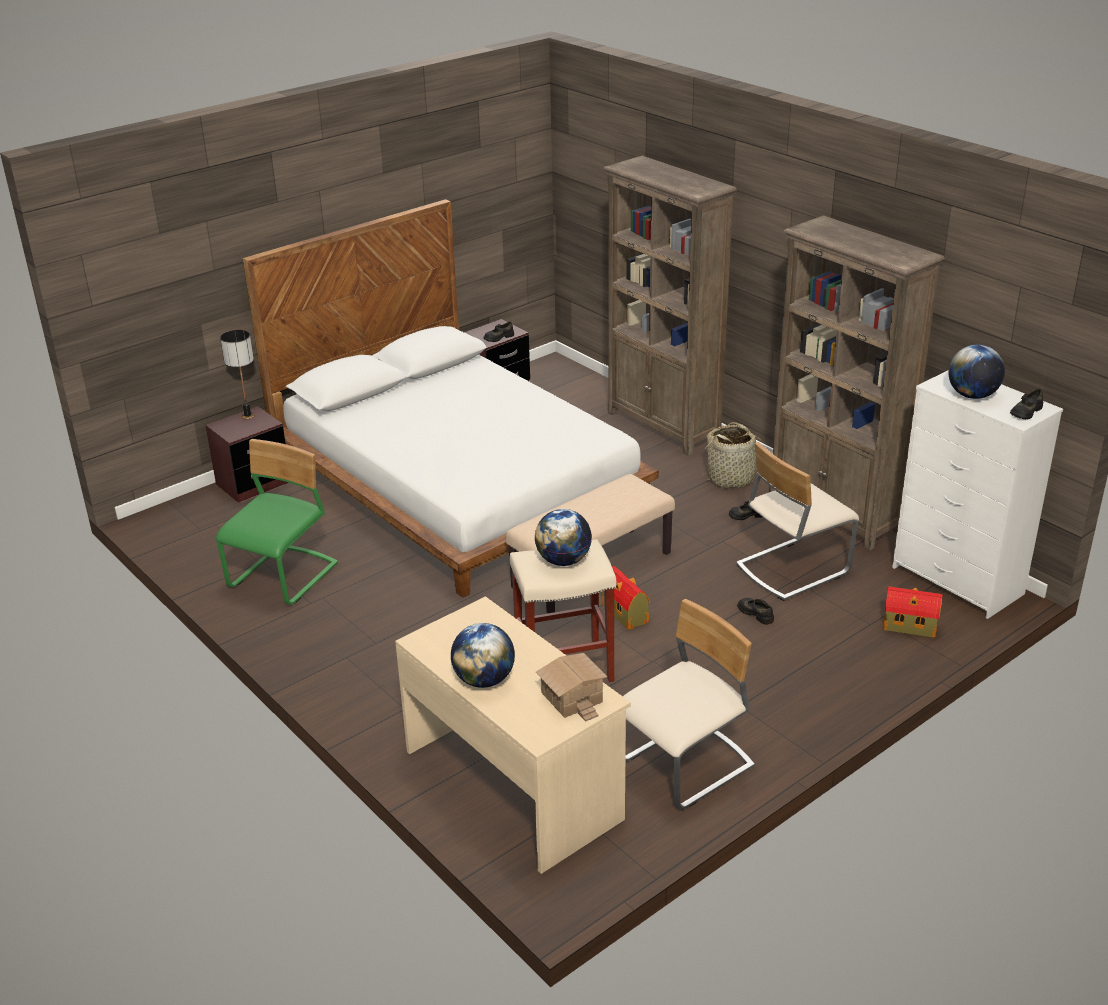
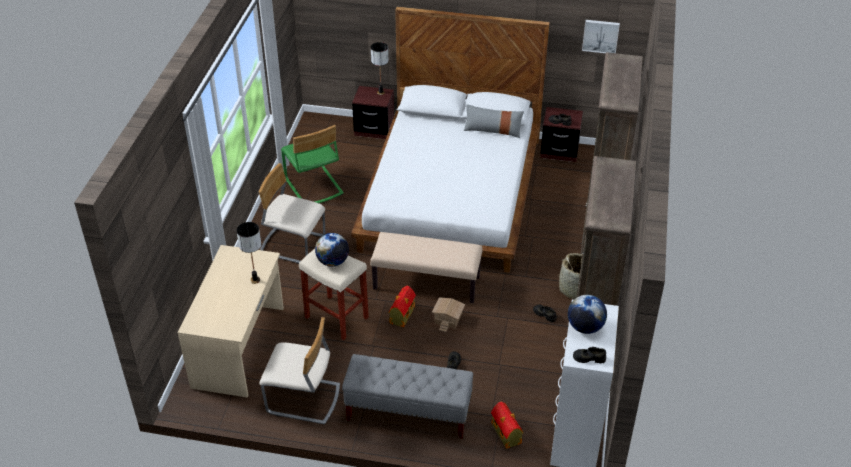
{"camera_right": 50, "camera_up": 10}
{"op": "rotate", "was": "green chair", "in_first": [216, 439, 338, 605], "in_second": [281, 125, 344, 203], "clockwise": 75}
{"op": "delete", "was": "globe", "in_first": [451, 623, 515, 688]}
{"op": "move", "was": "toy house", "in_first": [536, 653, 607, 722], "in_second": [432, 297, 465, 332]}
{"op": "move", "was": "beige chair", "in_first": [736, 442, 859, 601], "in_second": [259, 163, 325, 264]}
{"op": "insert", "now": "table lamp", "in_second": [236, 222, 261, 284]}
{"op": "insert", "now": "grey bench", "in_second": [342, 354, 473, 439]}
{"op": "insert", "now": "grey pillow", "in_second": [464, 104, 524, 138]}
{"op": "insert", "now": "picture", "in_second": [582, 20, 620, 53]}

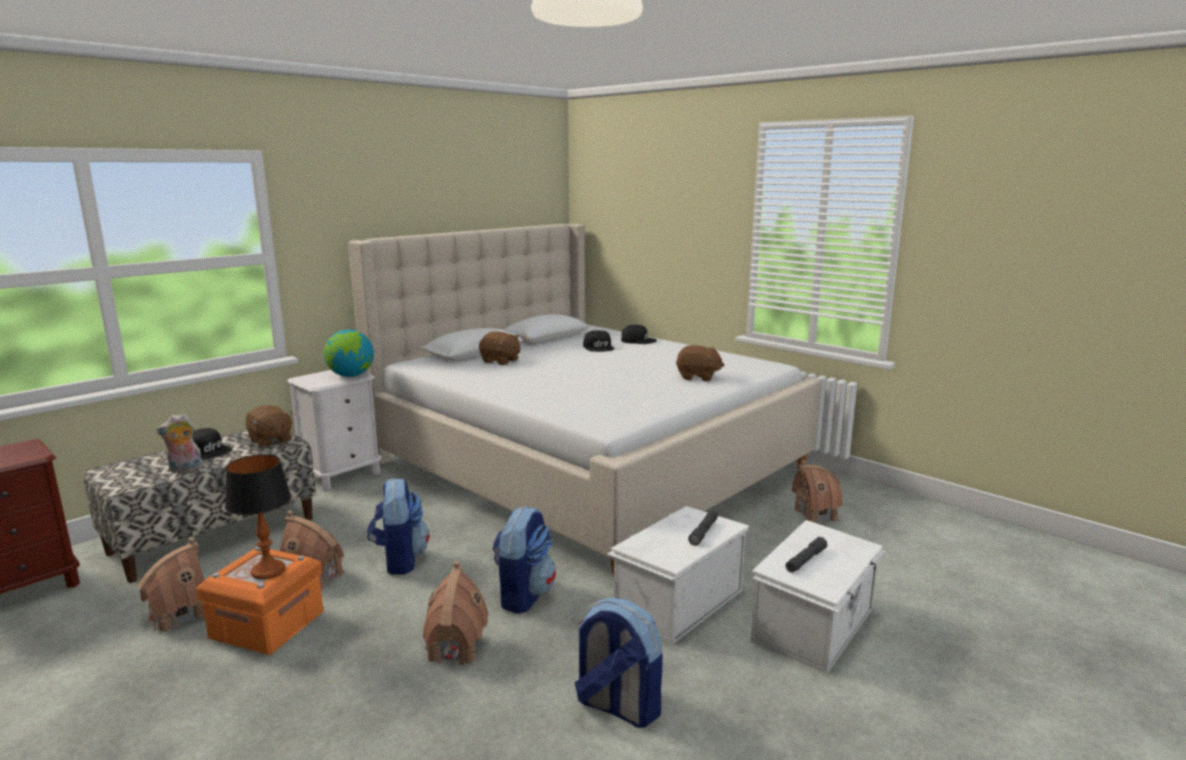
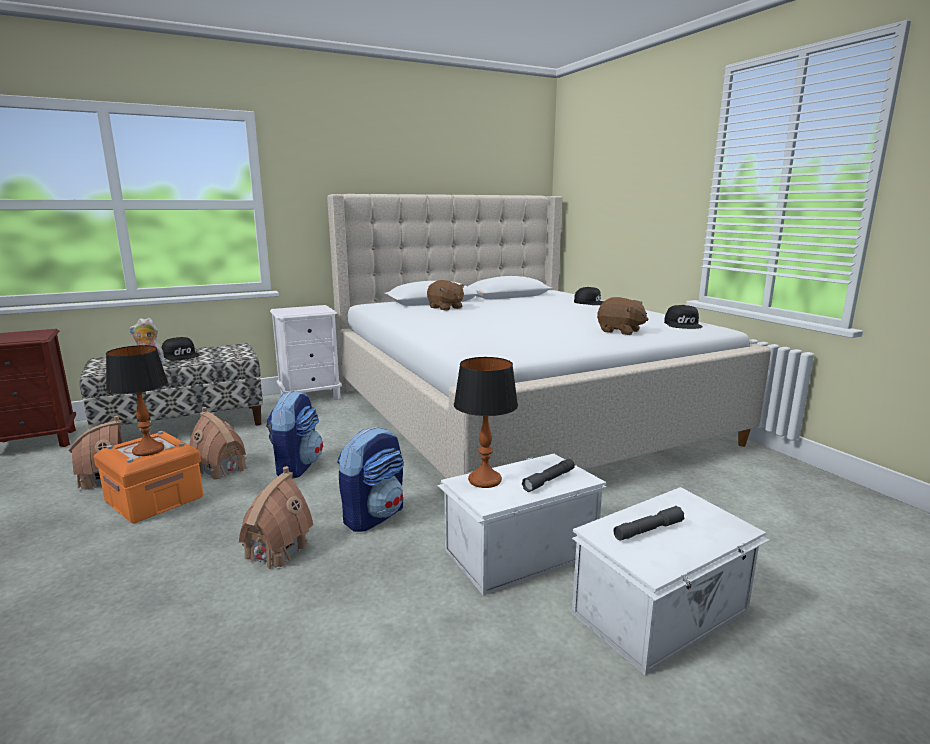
{"camera_right": 20, "camera_up": 0}
{"op": "delete", "was": "brown plush toy", "in_first": [245, 405, 293, 448]}
{"op": "delete", "was": "globe", "in_first": [324, 330, 374, 377]}
{"op": "delete", "was": "backpack", "in_first": [575, 598, 663, 728]}
{"op": "move", "was": "black cap", "in_first": [583, 330, 615, 352], "in_second": [664, 305, 703, 329]}
{"op": "delete", "was": "toy house", "in_first": [792, 460, 843, 523]}
{"op": "insert", "now": "table lamp", "in_second": [454, 357, 518, 488]}

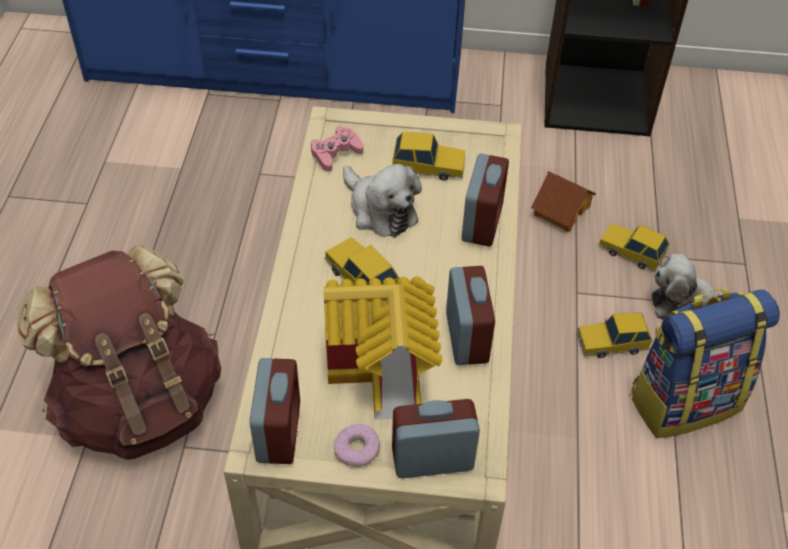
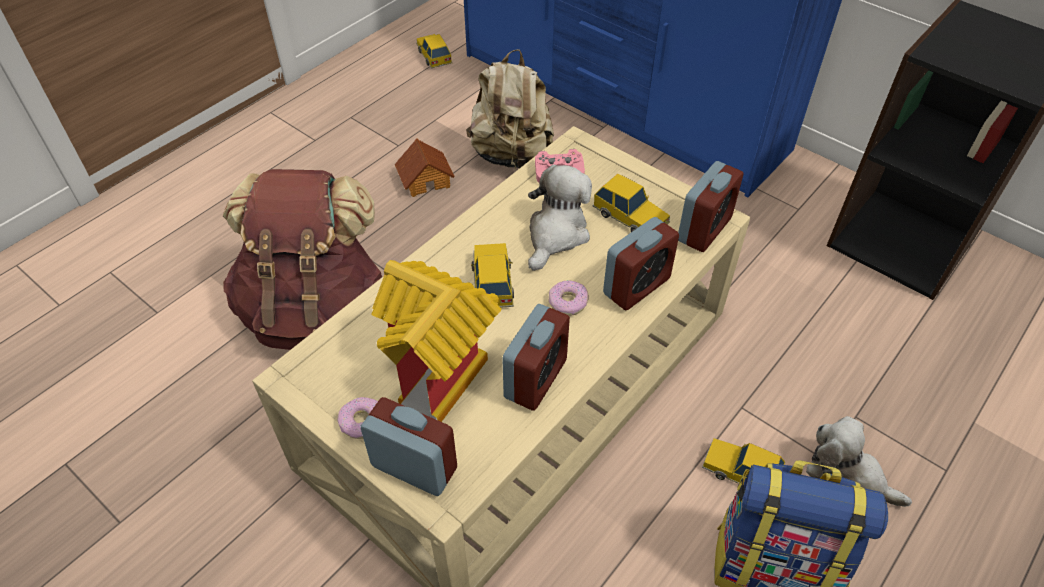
{"camera_right": 35, "camera_up": 0}
{"op": "move", "was": "alarm clock", "in_first": [250, 358, 300, 464], "in_second": [678, 161, 743, 252]}
{"op": "rotate", "was": "plush toy", "in_first": [343, 164, 422, 237], "in_second": [528, 165, 592, 271], "clockwise": -150}
{"op": "move", "was": "toy house", "in_first": [531, 171, 596, 232], "in_second": [395, 138, 455, 197]}
{"op": "move", "was": "toy car", "in_first": [598, 223, 670, 271], "in_second": [416, 34, 452, 68]}
{"op": "insert", "now": "beige backpack", "in_second": [466, 49, 554, 171]}
{"op": "insert", "now": "donut", "in_second": [548, 280, 589, 316]}

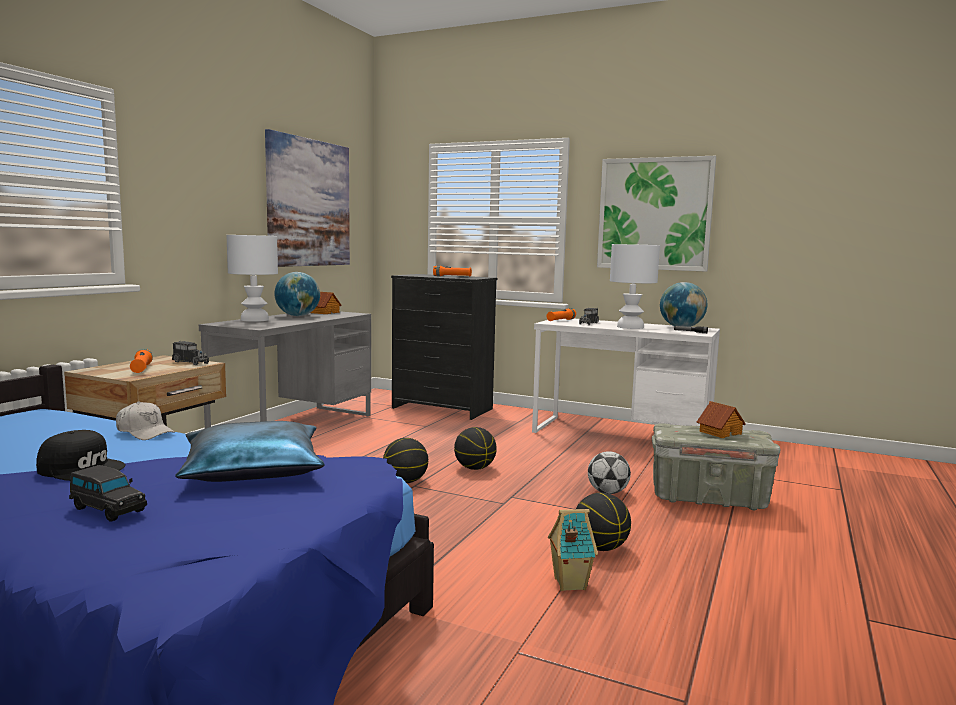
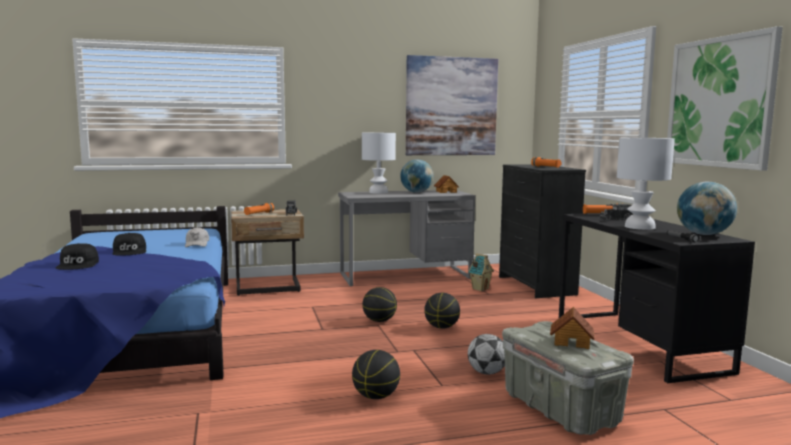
{"camera_right": 50, "camera_up": 0}
{"op": "replace", "was": "black toy car", "now": "black cap", "in_first": [69, 465, 147, 522], "in_second": [56, 243, 99, 270]}
{"op": "delete", "was": "blue pillow", "in_first": [175, 421, 324, 482]}
{"op": "recolor", "was": "white desk", "now": "black desk", "in_first": [532, 319, 720, 433], "in_second": [559, 213, 755, 383]}
{"op": "move", "was": "toy house", "in_first": [548, 509, 598, 591], "in_second": [468, 253, 494, 291]}

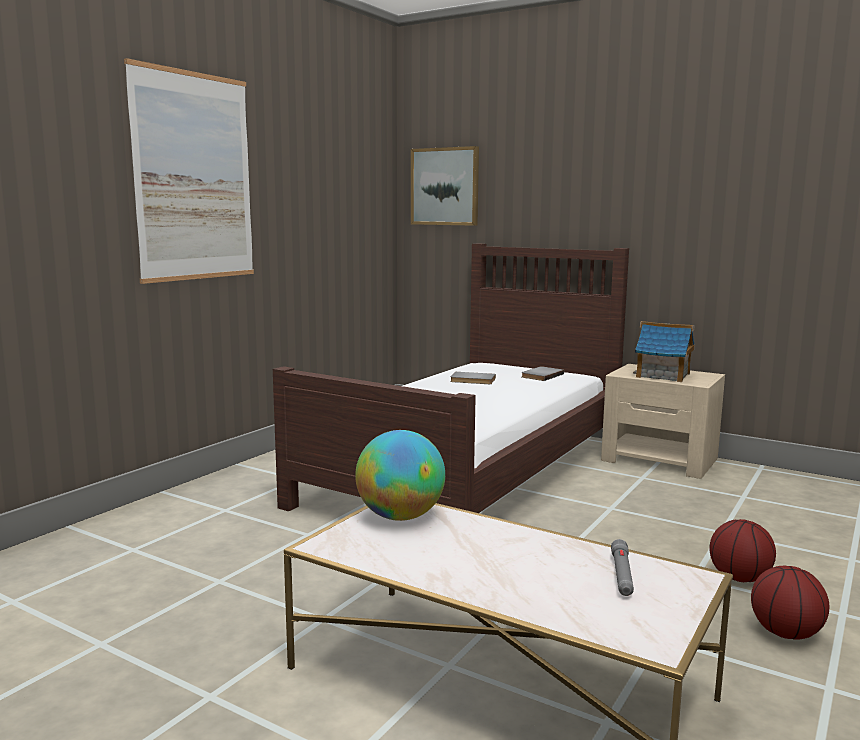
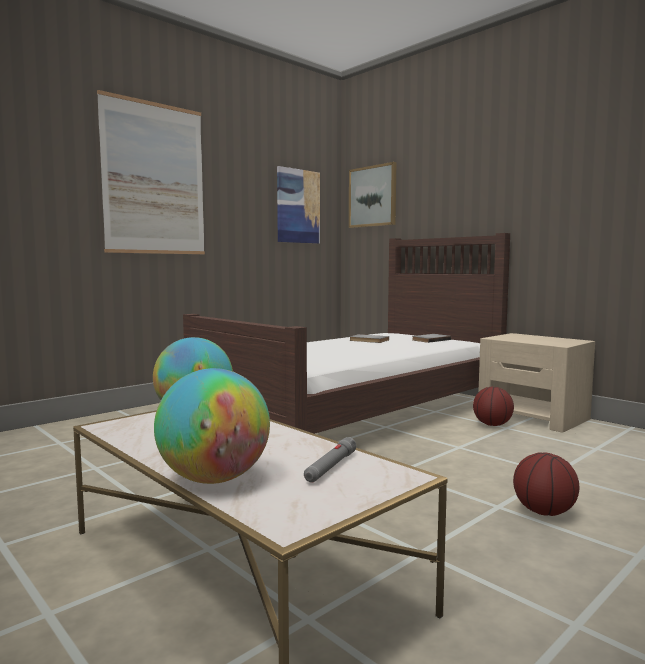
{"camera_right": 15, "camera_up": -5}
{"op": "delete", "was": "toy house", "in_first": [633, 321, 695, 382]}
{"op": "move", "was": "basketball", "in_first": [751, 566, 829, 640], "in_second": [473, 387, 514, 426]}
{"op": "insert", "now": "globe", "in_second": [154, 368, 270, 484]}
{"op": "insert", "now": "picture", "in_second": [277, 166, 320, 244]}

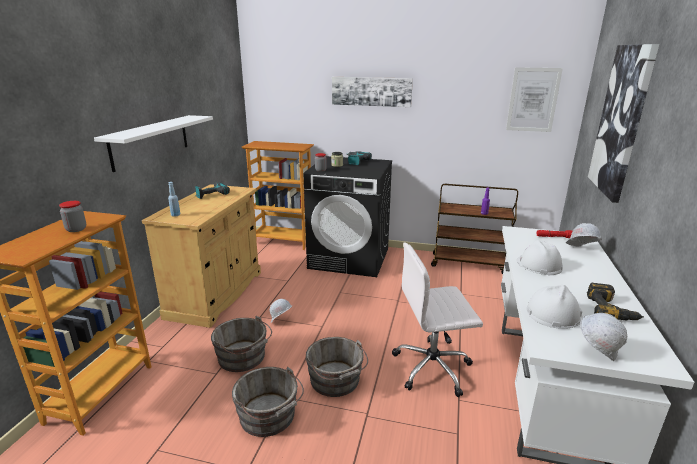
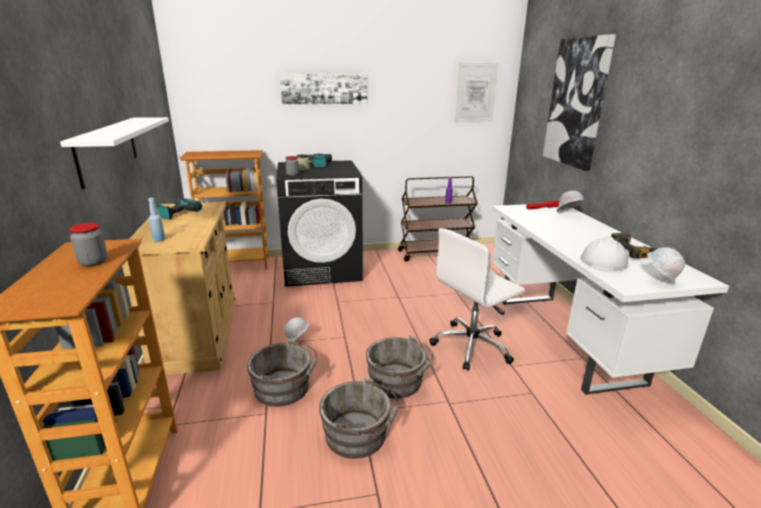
{"camera_right": -25, "camera_up": 0}
{"op": "delete", "was": "white hard hat", "in_first": [516, 240, 563, 275]}

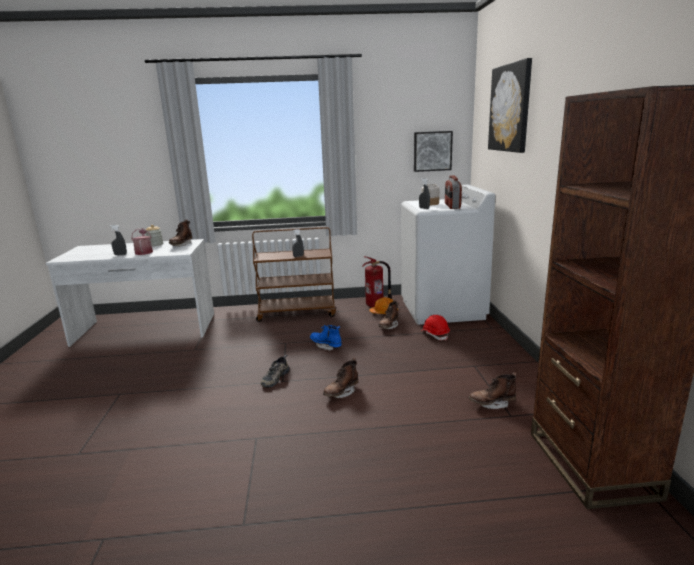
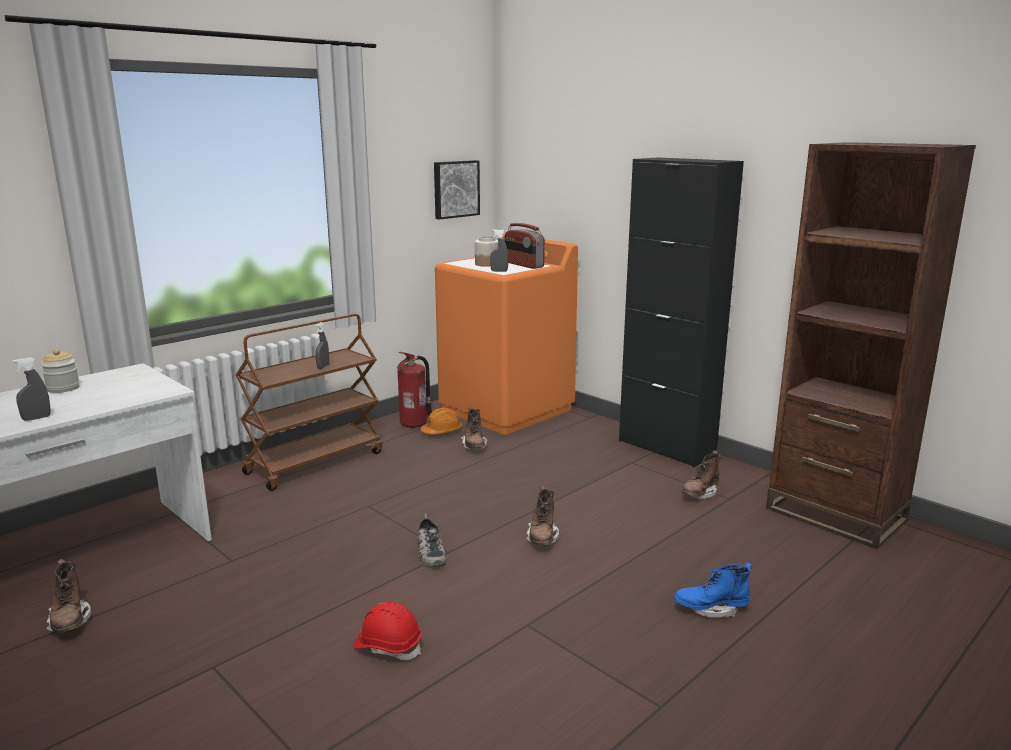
{"camera_right": -40, "camera_up": 0}
{"op": "delete", "was": "watering can", "in_first": [131, 228, 153, 255]}
{"op": "move", "was": "brown boot", "in_first": [169, 220, 192, 246], "in_second": [46, 559, 91, 633]}
{"op": "move", "was": "blue boot", "in_first": [310, 325, 342, 351], "in_second": [674, 562, 752, 617]}
{"op": "recolor", "was": "white washing machine", "now": "orange washing machine", "in_first": [401, 185, 495, 325], "in_second": [435, 234, 578, 435]}
{"op": "move", "was": "red hard hat", "in_first": [421, 315, 450, 340], "in_second": [352, 602, 422, 660]}
{"op": "delete", "was": "picture", "in_first": [488, 58, 532, 153]}
{"op": "insert", "now": "black cabinet", "in_second": [619, 157, 744, 467]}

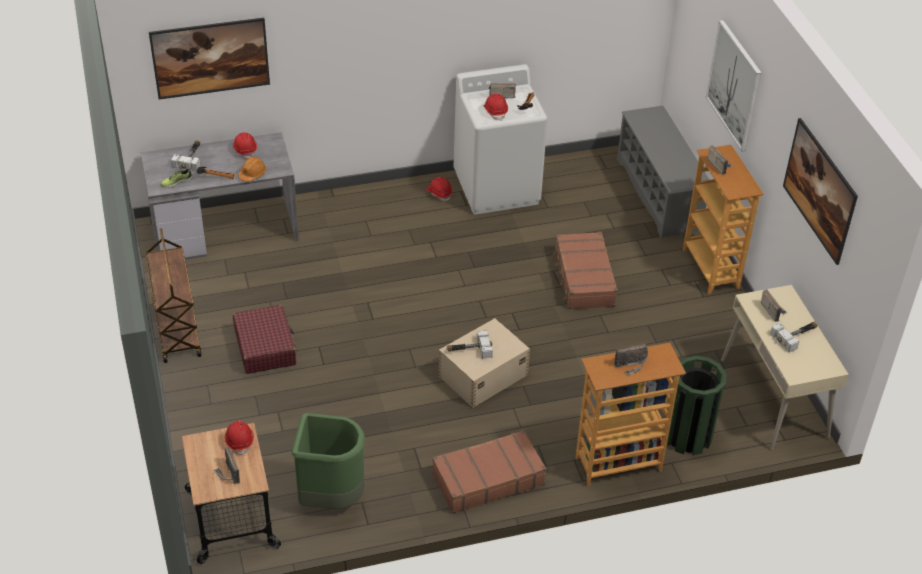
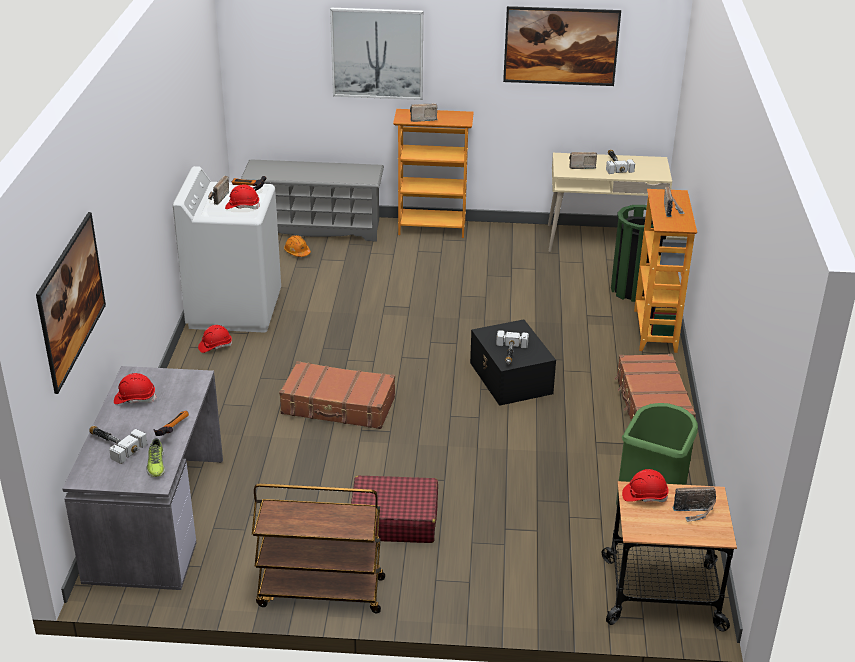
{"camera_right": -70, "camera_up": -10}
{"op": "move", "was": "orange hard hat", "in_first": [238, 157, 267, 181], "in_second": [284, 235, 311, 257]}
{"op": "recolor", "was": "beige storage box", "now": "black storage box", "in_first": [439, 318, 530, 408], "in_second": [470, 320, 556, 406]}
{"op": "move", "was": "brown suitcase", "in_first": [553, 232, 618, 309], "in_second": [279, 361, 395, 429]}

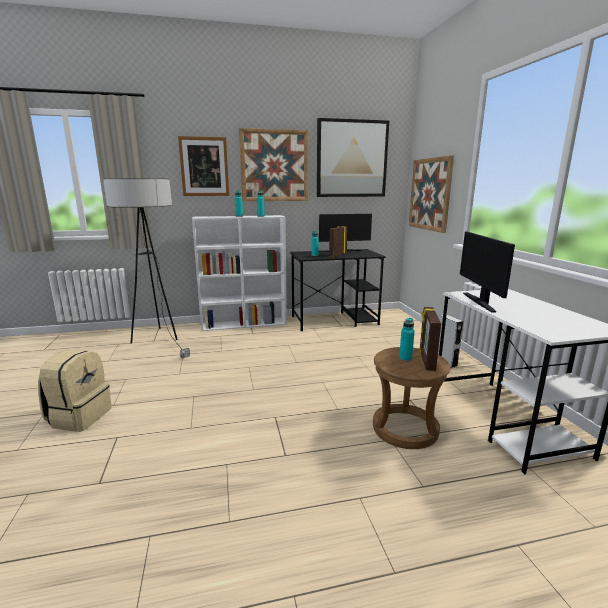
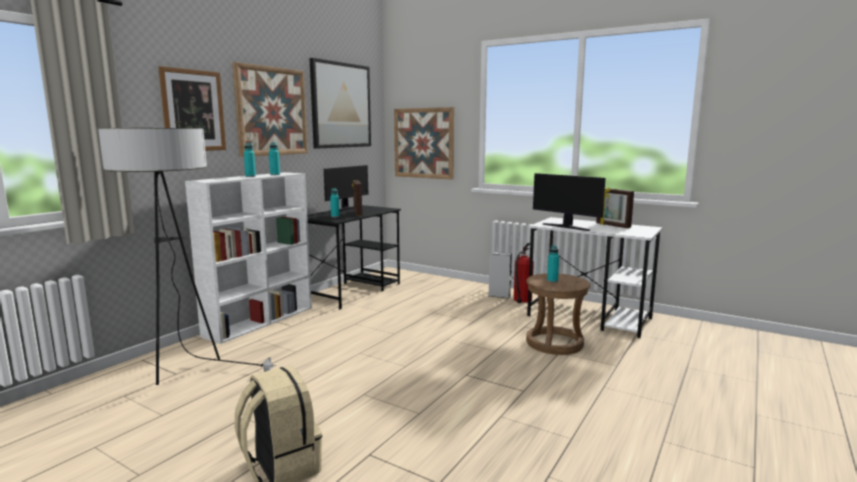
{"camera_right": -45, "camera_up": -5}
{"op": "move", "was": "picture frame", "in_first": [420, 307, 441, 371], "in_second": [596, 188, 634, 228]}
{"op": "insert", "now": "fire extinguisher", "in_second": [514, 243, 534, 303]}

